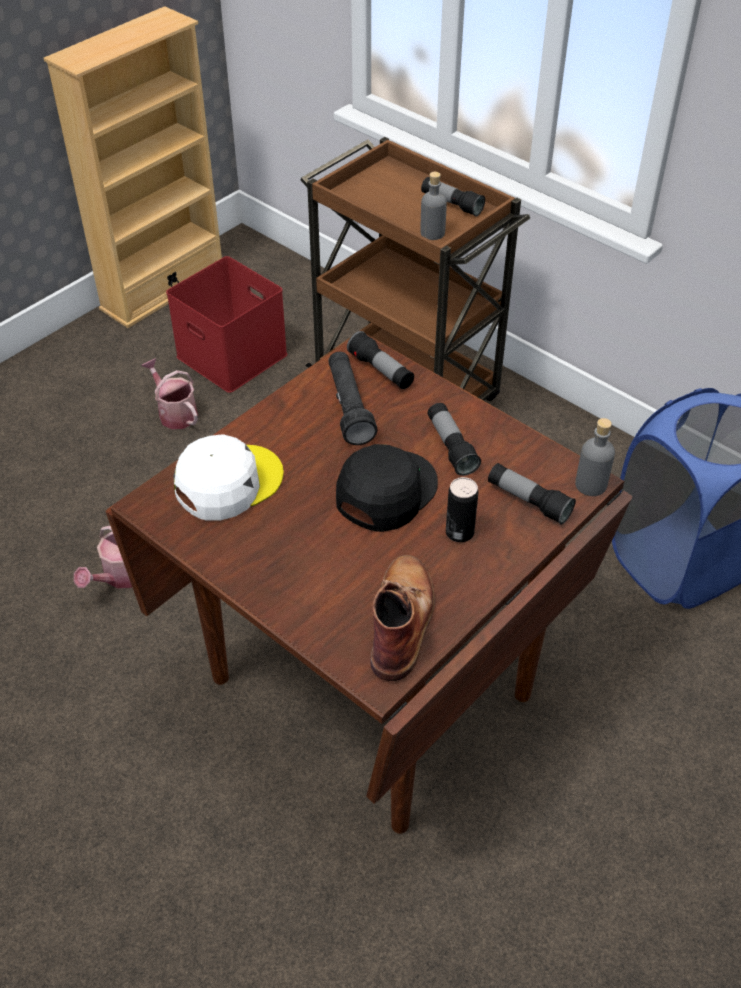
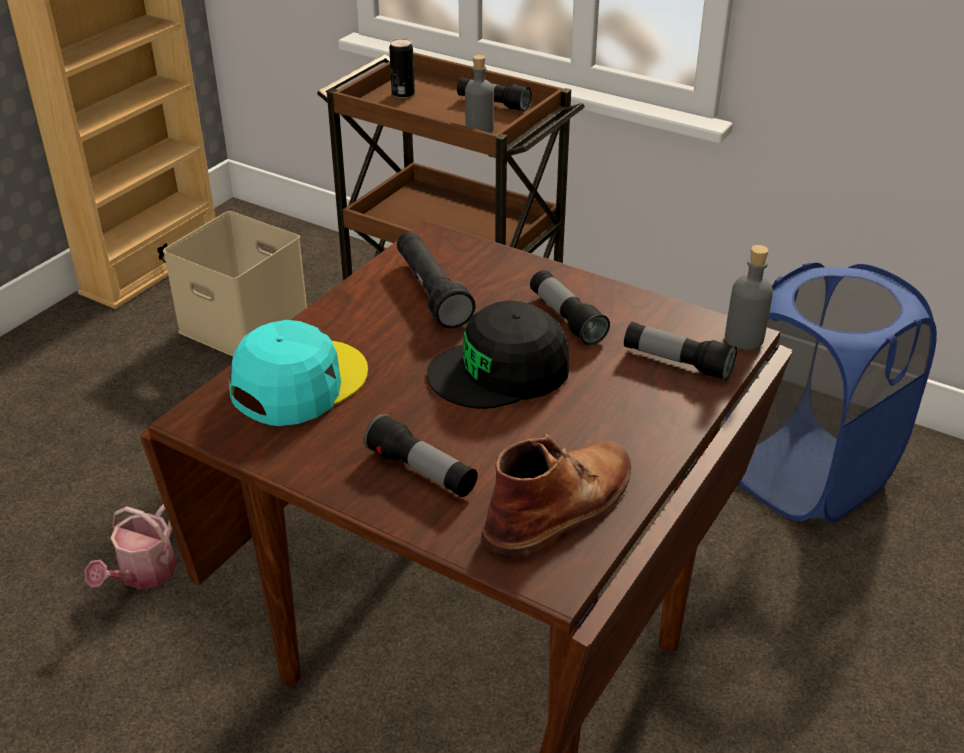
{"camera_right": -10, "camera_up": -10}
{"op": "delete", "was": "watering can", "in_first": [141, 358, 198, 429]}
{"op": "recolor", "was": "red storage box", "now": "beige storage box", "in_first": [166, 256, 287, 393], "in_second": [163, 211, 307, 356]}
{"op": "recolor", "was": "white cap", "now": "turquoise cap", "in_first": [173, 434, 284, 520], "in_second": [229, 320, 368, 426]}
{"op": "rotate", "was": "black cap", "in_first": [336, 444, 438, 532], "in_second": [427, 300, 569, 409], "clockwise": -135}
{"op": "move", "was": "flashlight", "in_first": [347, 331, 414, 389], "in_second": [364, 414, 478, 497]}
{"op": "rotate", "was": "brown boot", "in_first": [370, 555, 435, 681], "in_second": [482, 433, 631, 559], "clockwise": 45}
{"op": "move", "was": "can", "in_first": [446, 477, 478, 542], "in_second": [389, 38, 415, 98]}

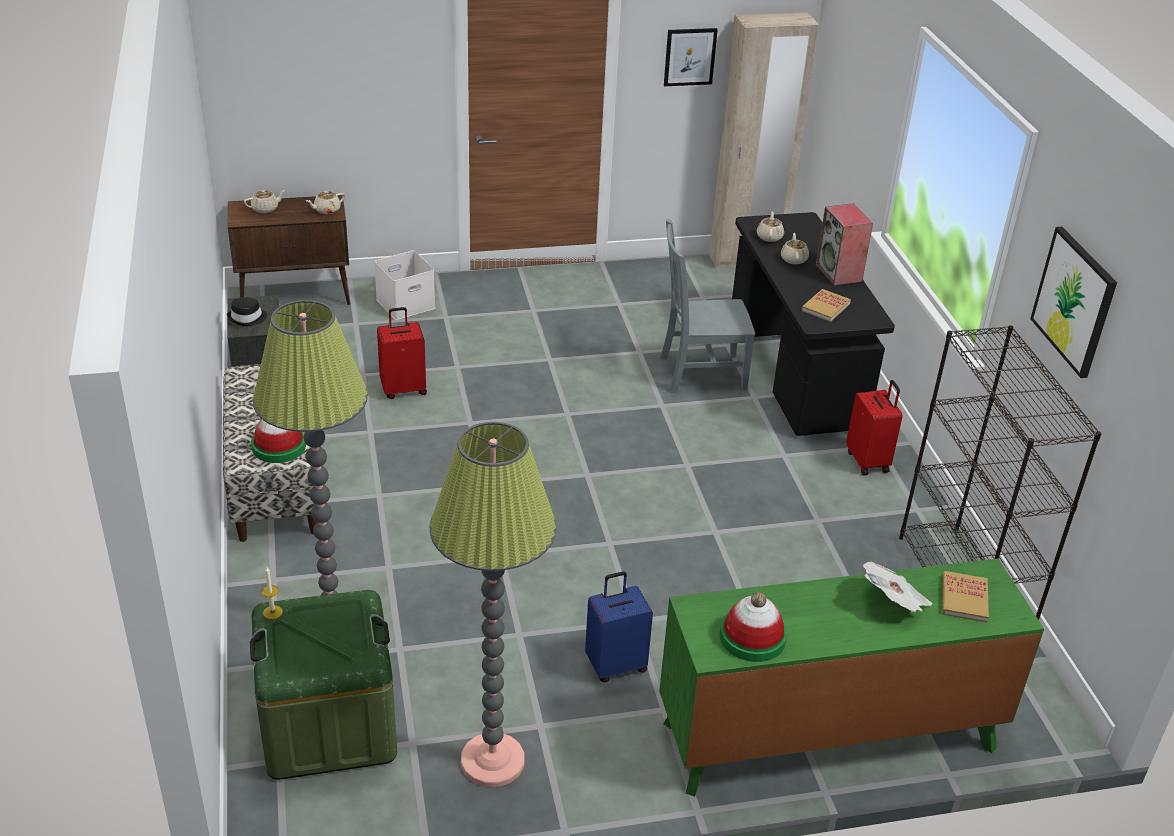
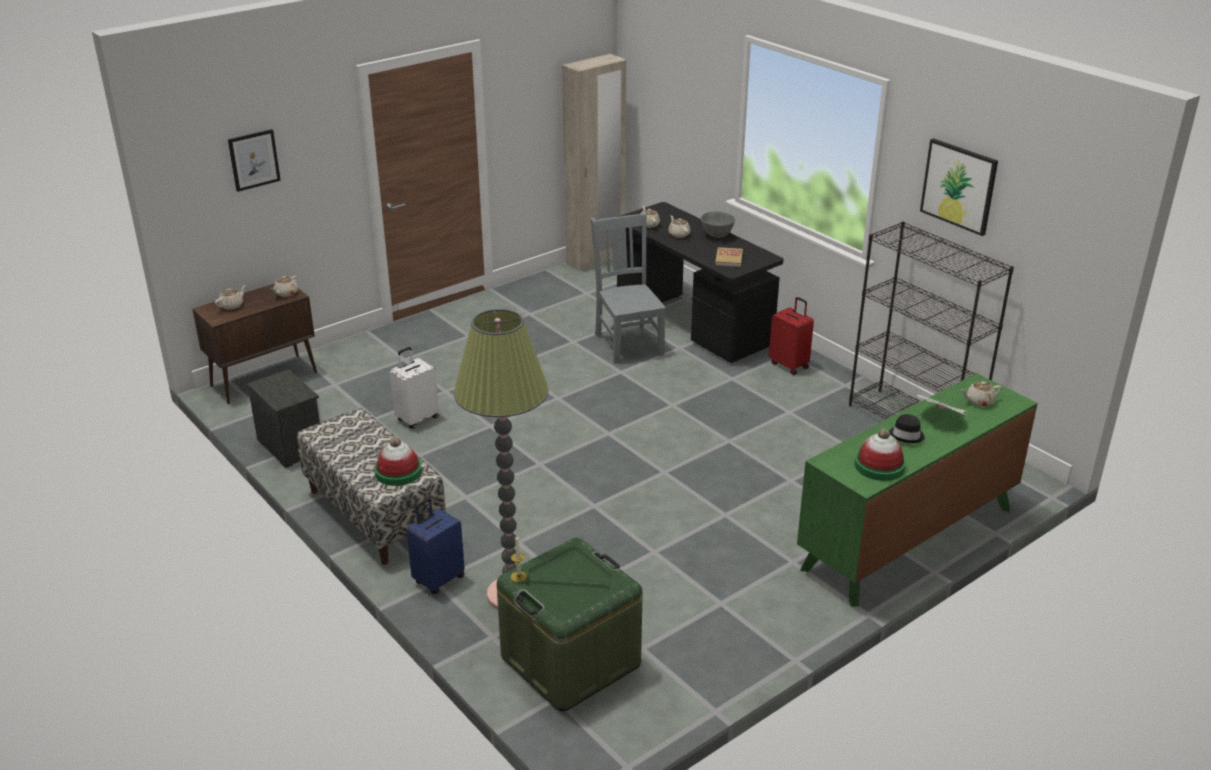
{"camera_right": -25, "camera_up": -5}
{"op": "move", "was": "black hat", "in_first": [227, 298, 267, 326], "in_second": [889, 414, 925, 443]}
{"op": "delete", "was": "white storage box", "in_first": [374, 250, 435, 320]}
{"op": "recolor", "was": "red suitcase", "now": "white suitcase", "in_first": [377, 307, 427, 399], "in_second": [390, 347, 439, 429]}
{"op": "delete", "was": "floor lamp", "in_first": [430, 422, 556, 787]}
{"op": "move", "was": "blue suitcase", "in_first": [585, 571, 653, 682], "in_second": [406, 498, 465, 594]}
{"op": "rotate", "was": "grey chair", "in_first": [660, 219, 755, 393], "in_second": [591, 211, 666, 364], "clockwise": 105}
{"op": "move", "was": "picture", "in_first": [664, 28, 718, 86], "in_second": [228, 129, 281, 192]}
{"op": "replace", "was": "speaker", "now": "grey bowl", "in_first": [816, 203, 873, 286], "in_second": [701, 212, 735, 238]}
{"op": "replace", "was": "book", "now": "beige teapot", "in_first": [942, 571, 989, 623], "in_second": [961, 381, 1002, 407]}

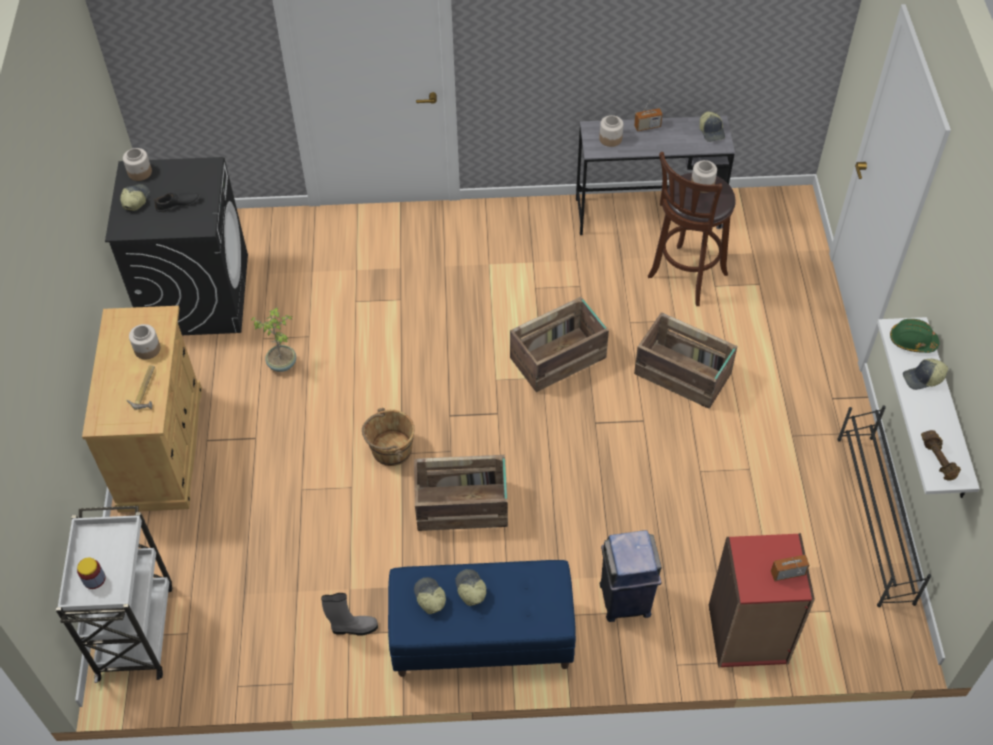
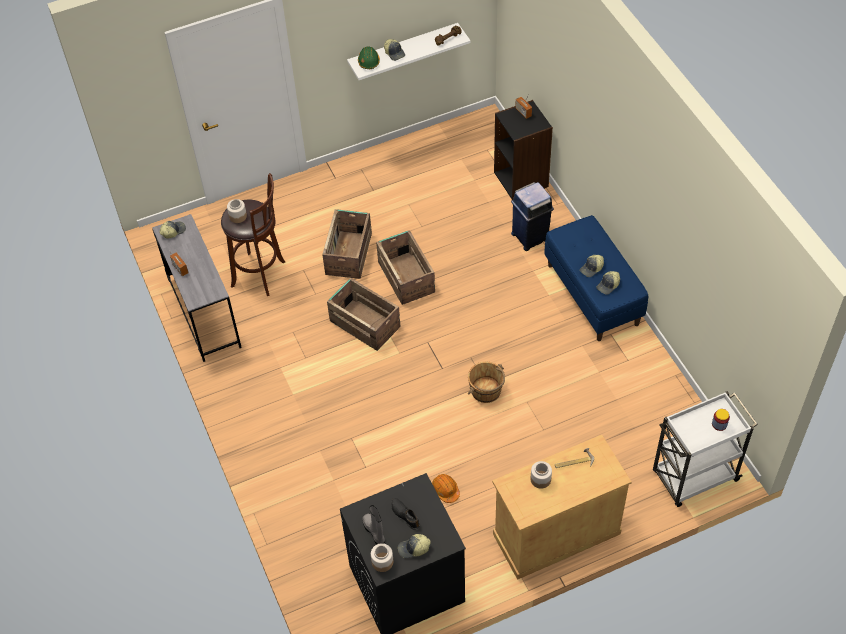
{"camera_right": -110, "camera_up": 0}
{"op": "replace", "was": "potted plant", "now": "orange hard hat", "in_first": [251, 308, 296, 372], "in_second": [432, 474, 460, 503]}
{"op": "move", "was": "grey boot", "in_first": [321, 593, 378, 635], "in_second": [362, 505, 385, 545]}
{"op": "move", "was": "crate", "in_first": [414, 455, 508, 531], "in_second": [376, 230, 435, 305]}
{"op": "delete", "was": "jar", "in_first": [599, 115, 623, 147]}
{"op": "recolor", "was": "red bookcase", "now": "black bookcase", "in_first": [709, 533, 815, 668], "in_second": [494, 100, 553, 200]}
{"op": "delete", "was": "black shoe rack", "in_first": [837, 405, 931, 607]}

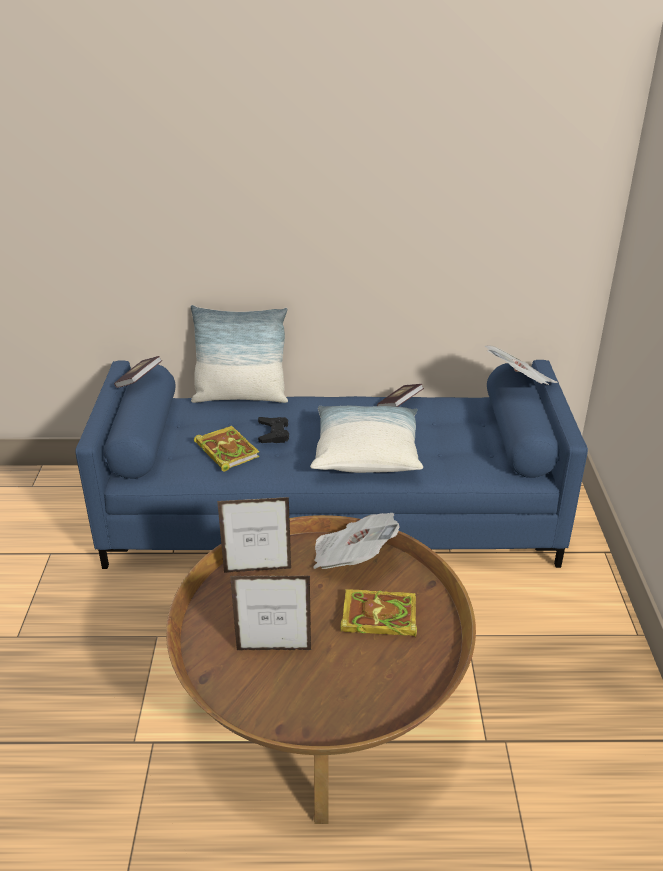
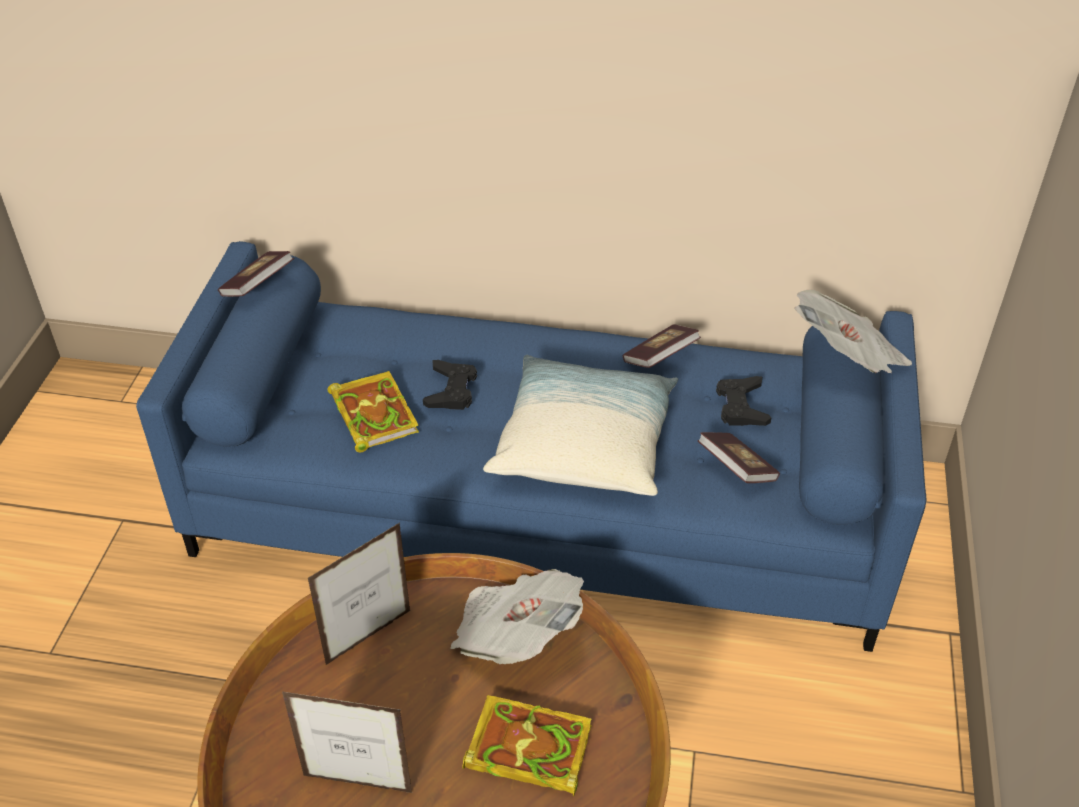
{"camera_right": 10, "camera_up": 10}
{"op": "delete", "was": "pillow", "in_first": [191, 305, 288, 403]}
{"op": "rotate", "was": "picture frame", "in_first": [217, 497, 292, 573], "in_second": [308, 523, 411, 665], "clockwise": -45}
{"op": "insert", "now": "book", "in_second": [698, 432, 780, 483]}
{"op": "insert", "now": "black game controller", "in_second": [716, 376, 772, 426]}

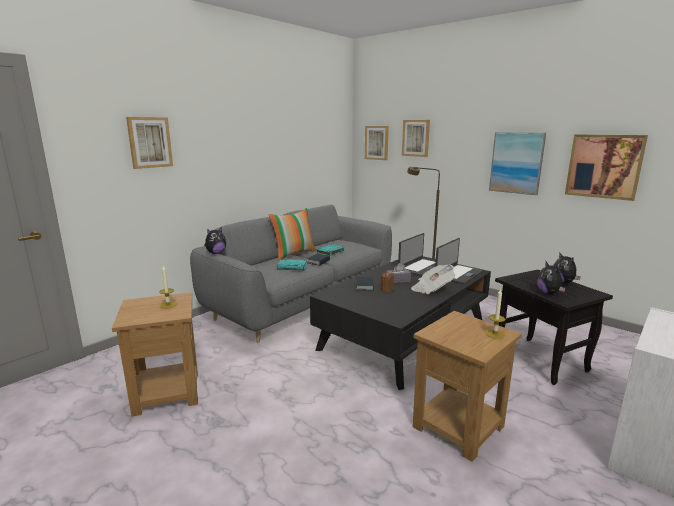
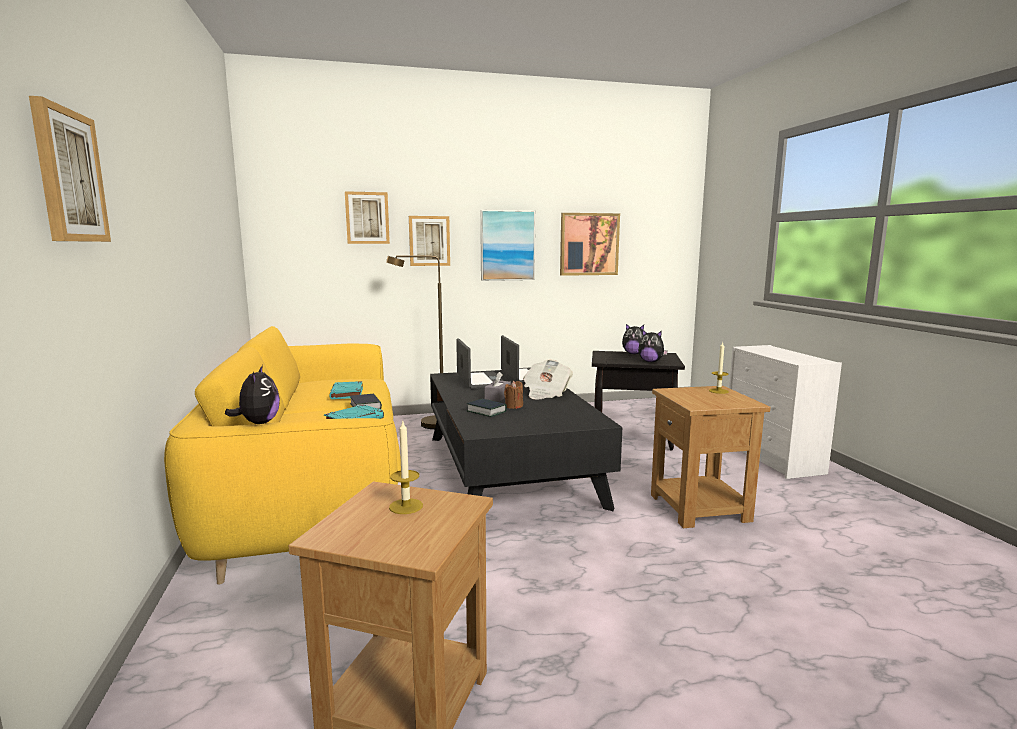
{"camera_right": -55, "camera_up": -5}
{"op": "recolor", "was": "grey sofa", "now": "yellow sofa", "in_first": [190, 205, 392, 343], "in_second": [164, 326, 401, 584]}
{"op": "delete", "was": "pillow", "in_first": [268, 208, 316, 260]}
{"op": "move", "was": "picture", "in_first": [365, 126, 389, 160], "in_second": [409, 216, 450, 266]}

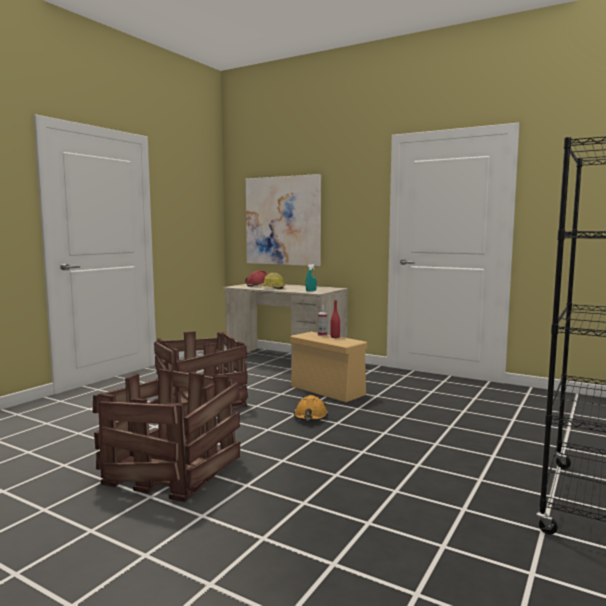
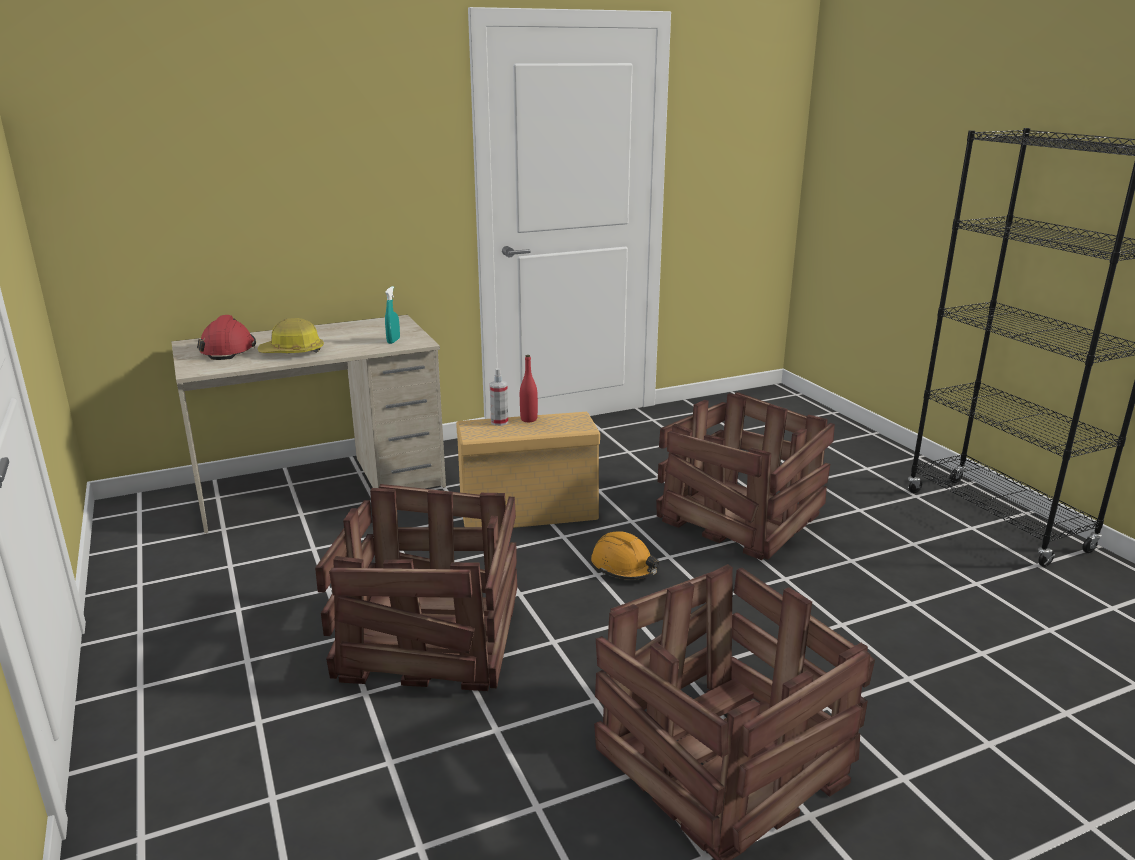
{"camera_right": -55, "camera_up": 15}
{"op": "delete", "was": "picture", "in_first": [246, 174, 321, 266]}
{"op": "insert", "now": "crate", "in_second": [656, 392, 835, 560]}

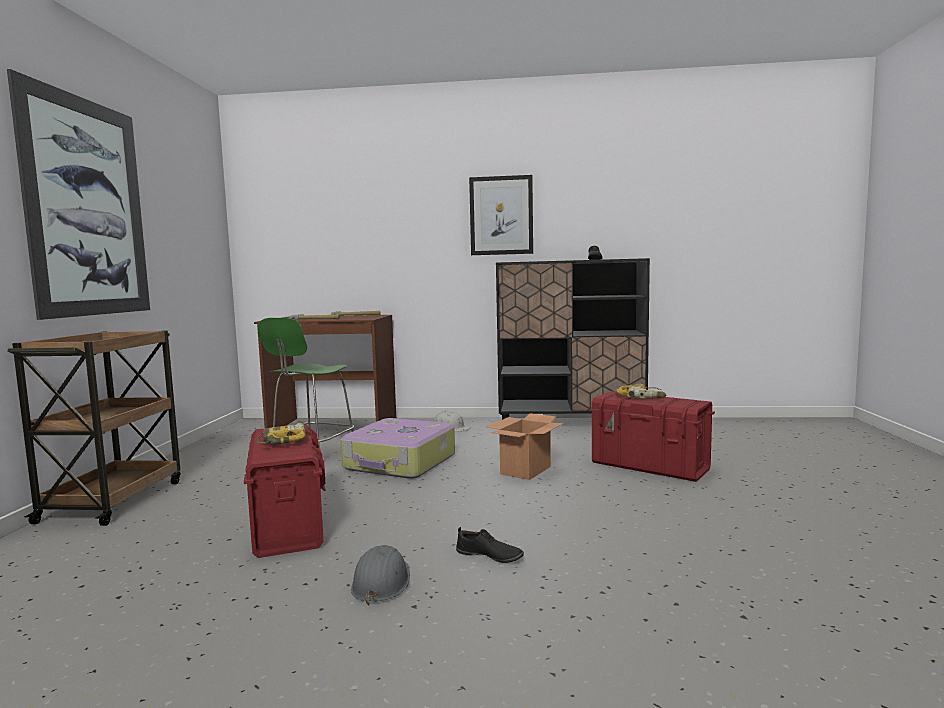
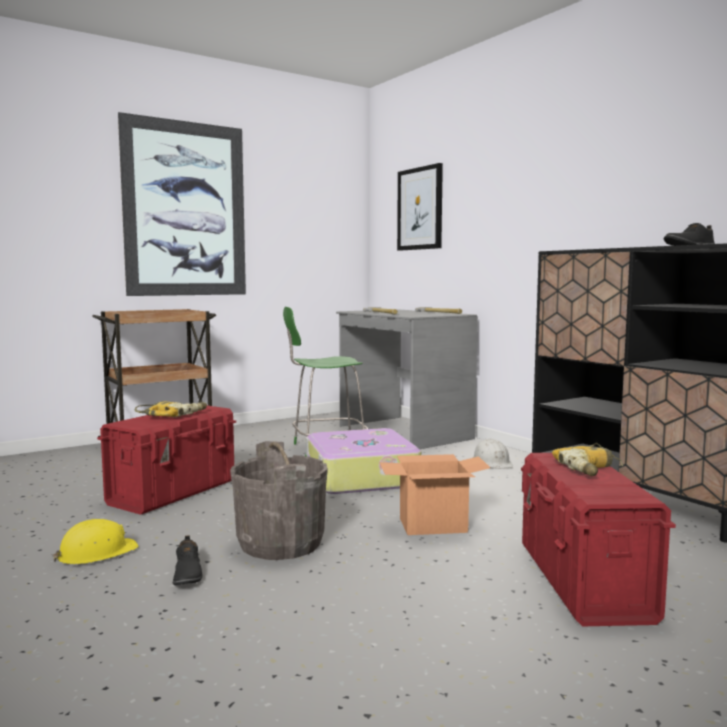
{"camera_right": 50, "camera_up": 0}
{"op": "recolor", "was": "brown desk", "now": "grey desk", "in_first": [254, 315, 396, 428], "in_second": [336, 309, 478, 449]}
{"op": "recolor", "was": "grey hard hat", "now": "yellow hard hat", "in_first": [351, 545, 410, 605], "in_second": [52, 519, 139, 564]}
{"op": "move", "was": "picture", "in_first": [469, 175, 533, 255], "in_second": [397, 163, 443, 251]}
{"op": "insert", "now": "grey bucket", "in_second": [230, 441, 328, 560]}

